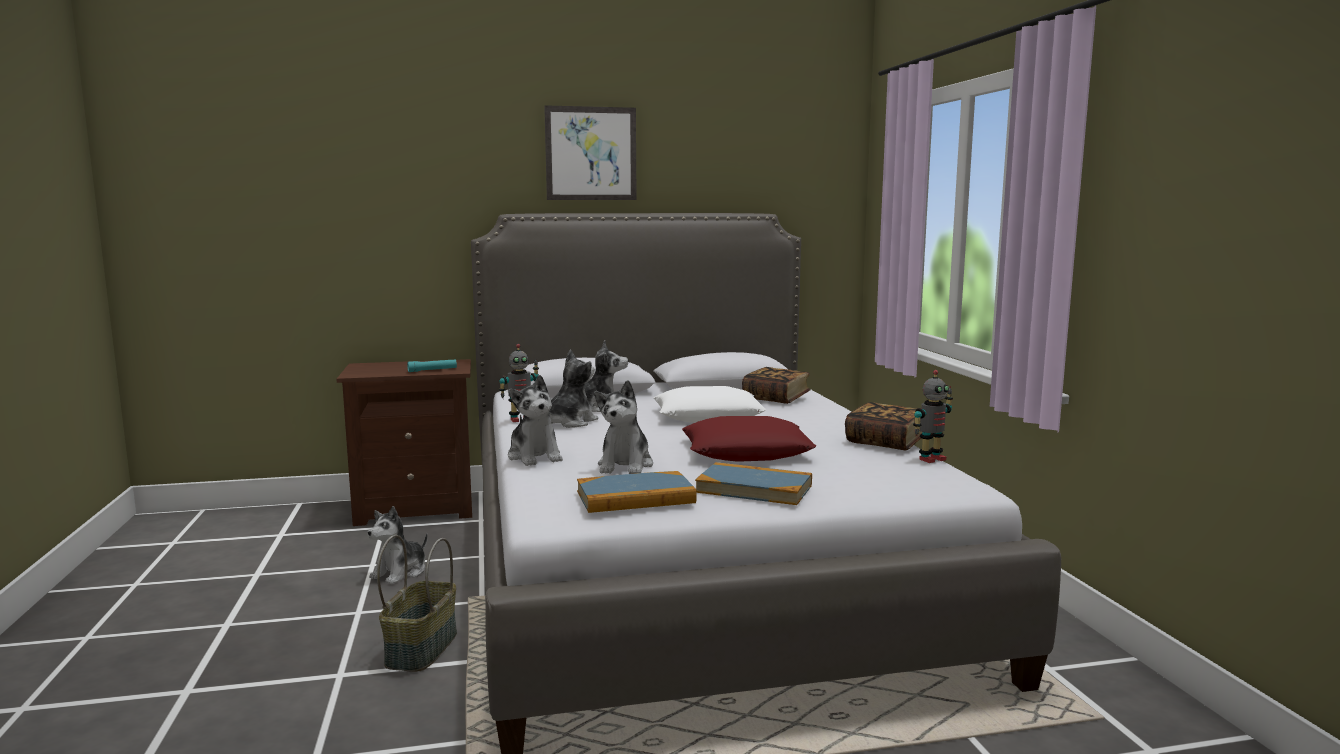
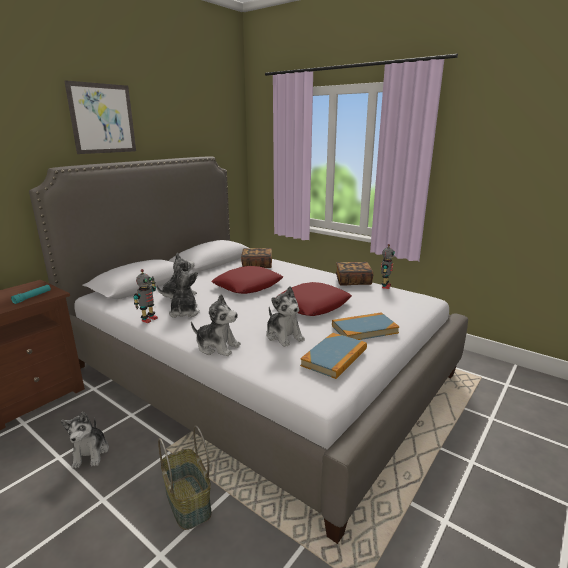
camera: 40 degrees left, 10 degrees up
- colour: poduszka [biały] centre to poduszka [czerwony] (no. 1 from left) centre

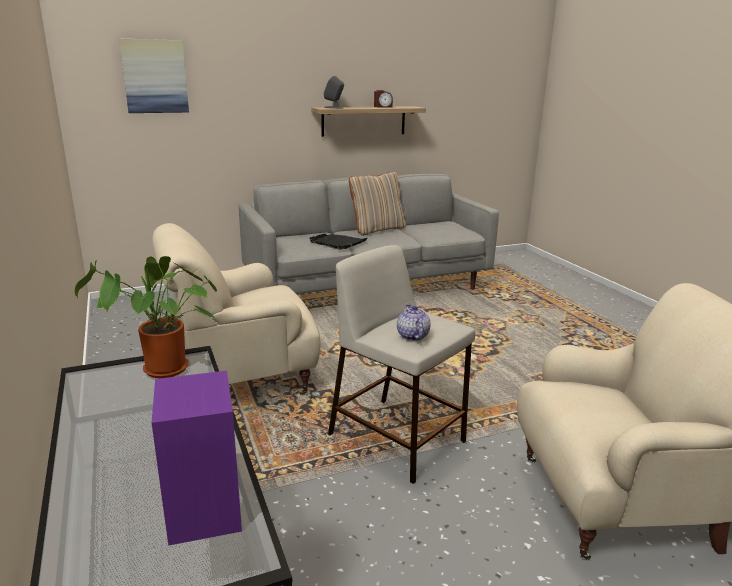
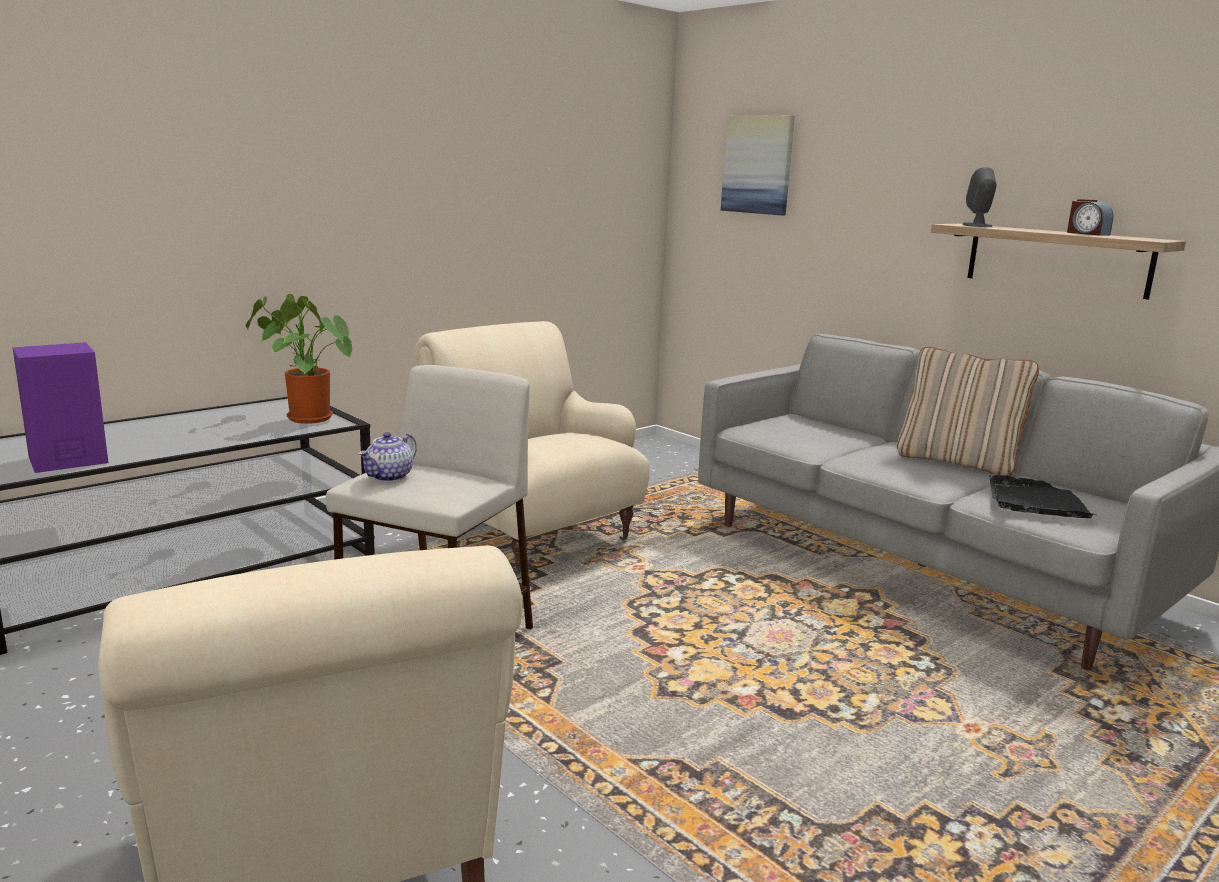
camera: 70 degrees right, 5 degrees down
- relocated: taca [czarny] centre to middle right
- spun: imbryk centre = middle left 150 degrees clockwise

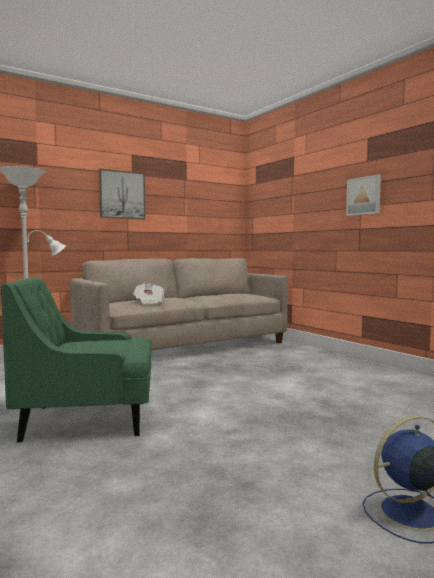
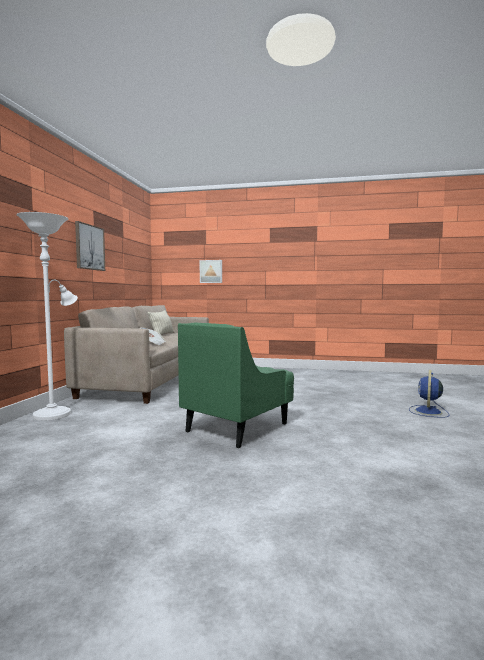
camera: 45 degrees left, 0 degrees up
- relocated: obraz (no. 2 from left) middle right to centre
- appeared: poduszka middle left

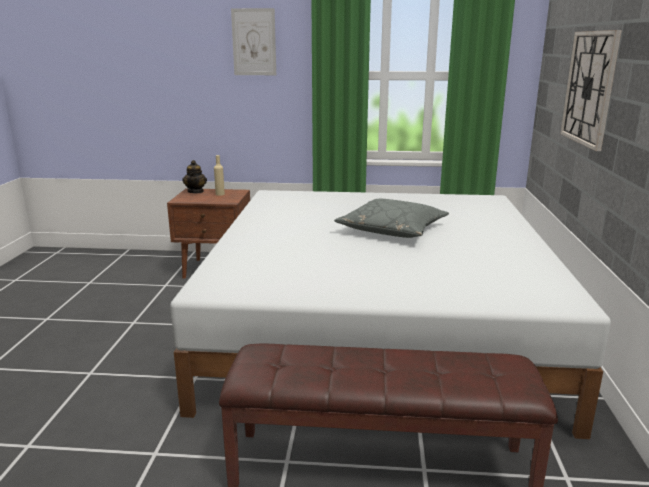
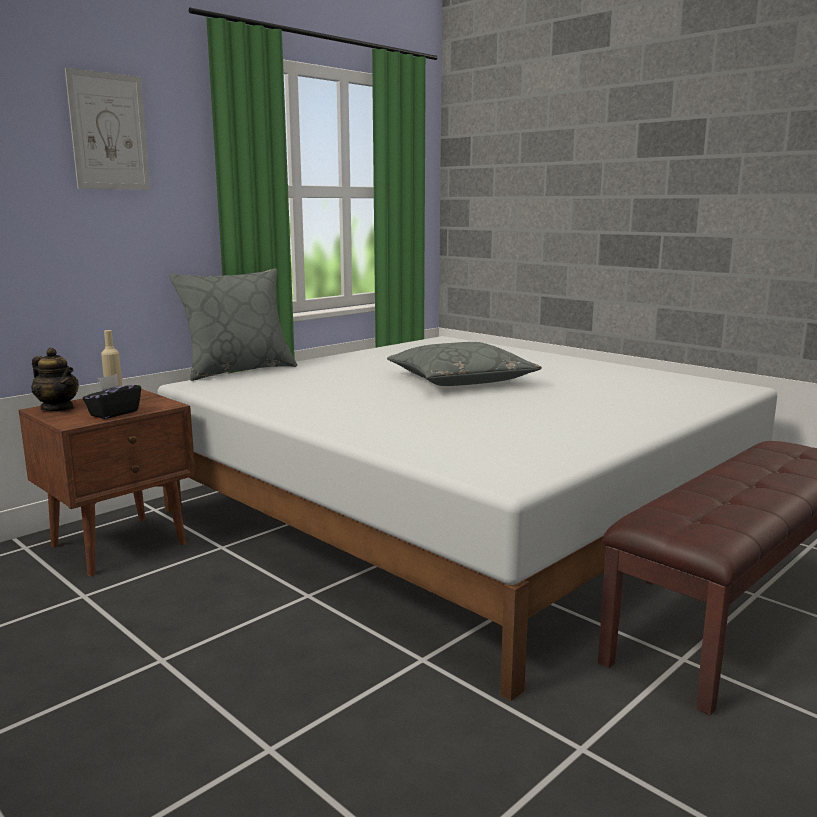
camera: 50 degrees left, 5 degrees down
- missing: zegar ścienny top right
- appeared: pudełko chusteczek [czarny] middle left
- appeared: poduszka [szary] (no. 1 from left) middle left

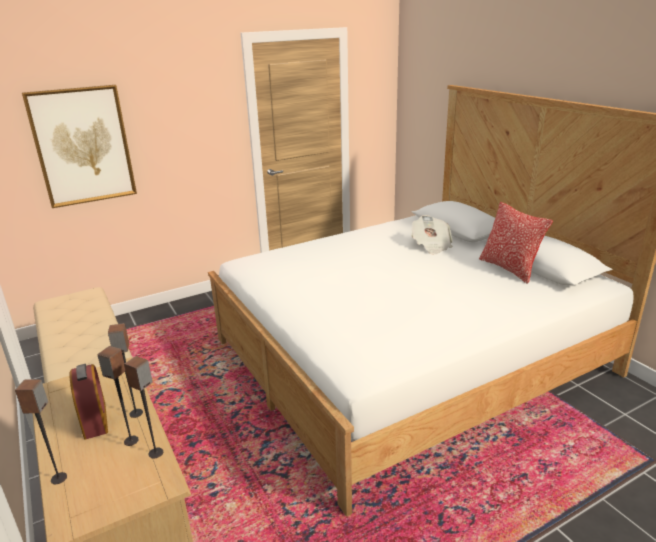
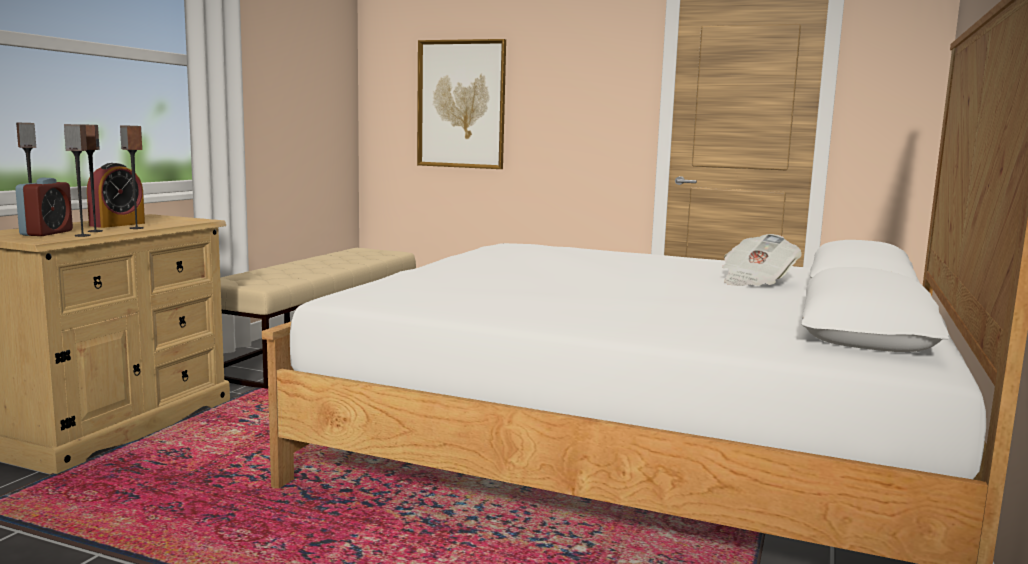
camera: 50 degrees right, 15 degrees down
- missing: poduszka middle right
- appeared: budzik (no. 1 from left) middle left

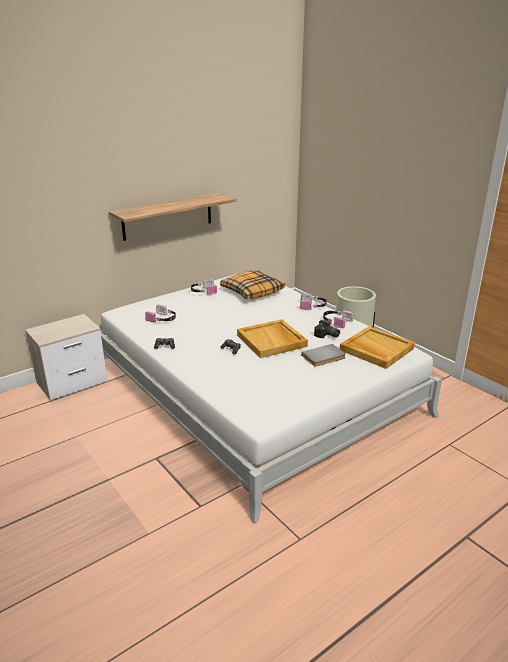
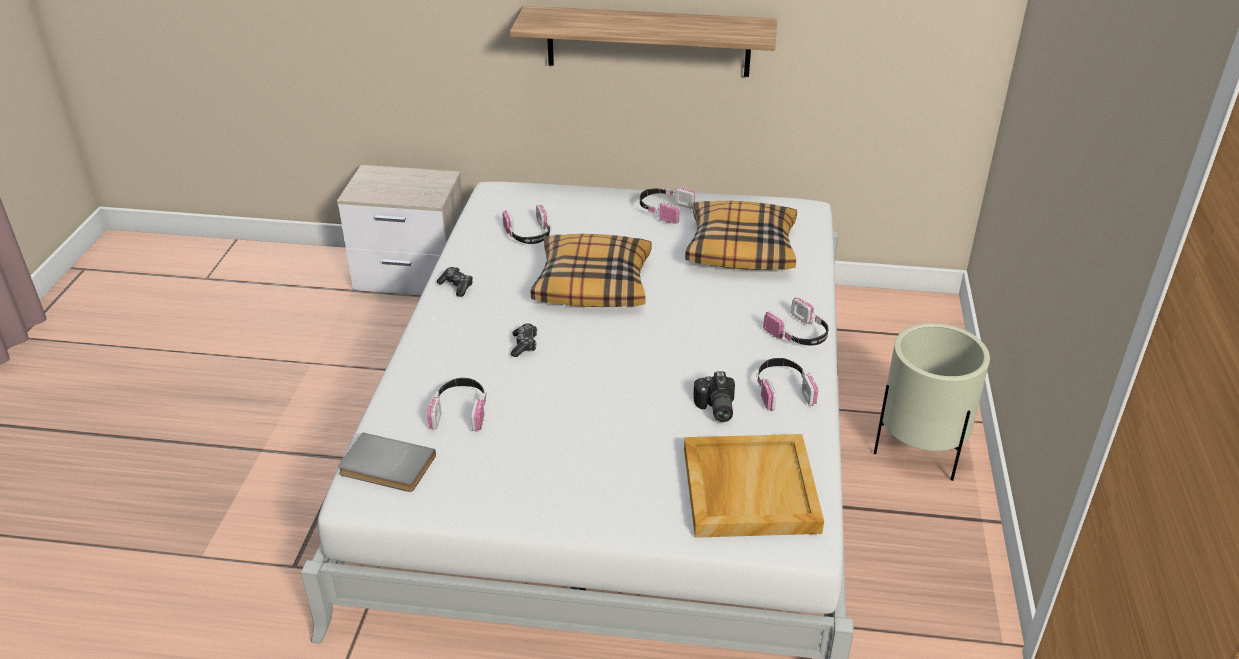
camera: 45 degrees right, 10 degrees up
- missing: taca [beżowy] (no. 1 from left) centre
- relocated: książka [szary] centre to bottom left
- appeared: słuchawki (no. 1 from left) centre
- appeared: poduszka (no. 1 from left) centre

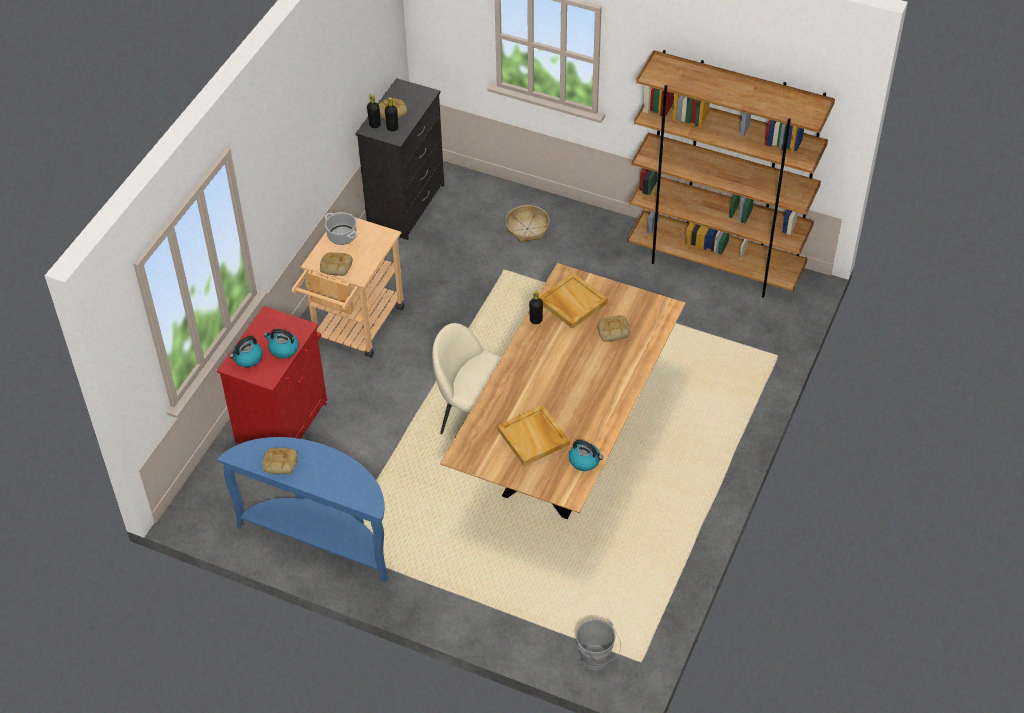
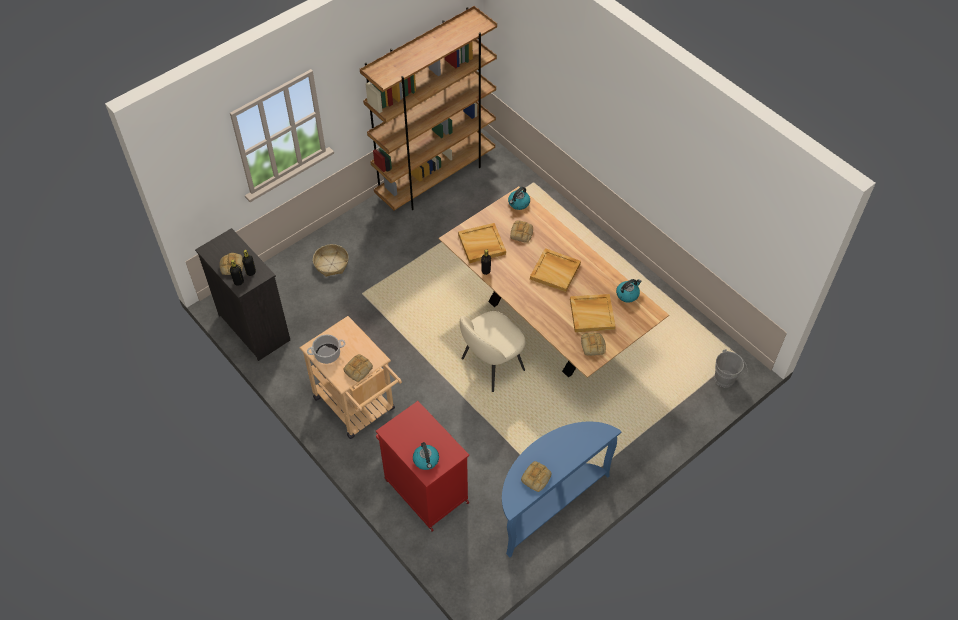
camera: 65 degrees left, 5 degrees up
- relocated: czajnik (no. 2 from left) middle left to top centre
- appeared: taca [beżowy] (no. 2 from left) centre
- appeared: chleb (no. 5 from left) centre

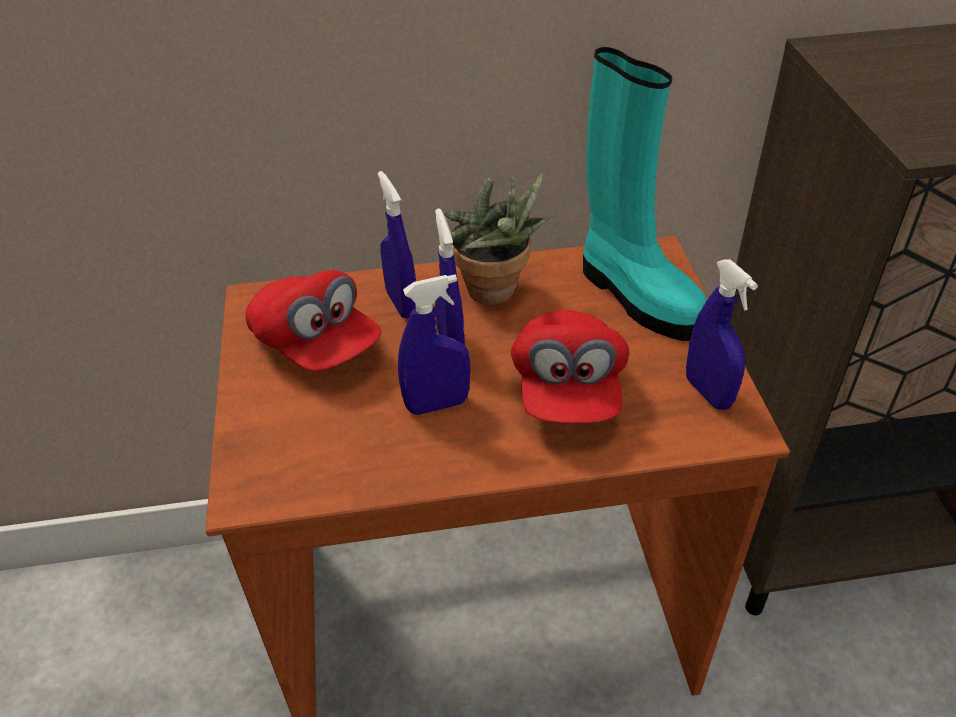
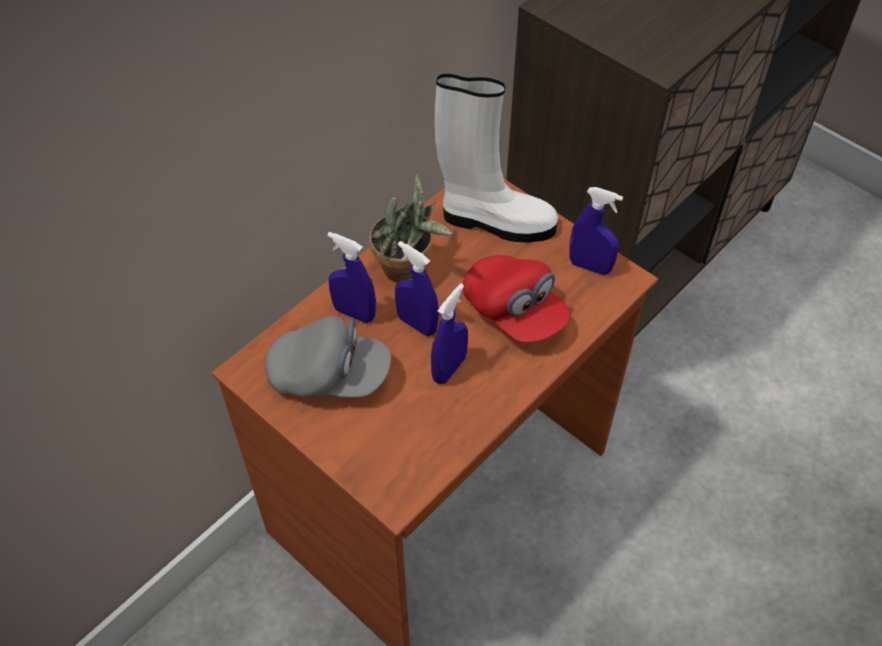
camera: 40 degrees left, 10 degrees up
- colour: czapka z daszkiem [czerwony] (no. 1 from left) middle left to czapka z daszkiem [szary] centre
- colour: but z cholewką [turkusowy] top right to but z cholewką [biały] top centre

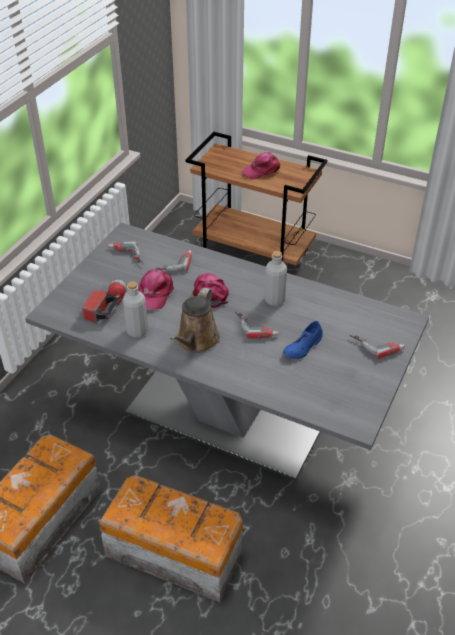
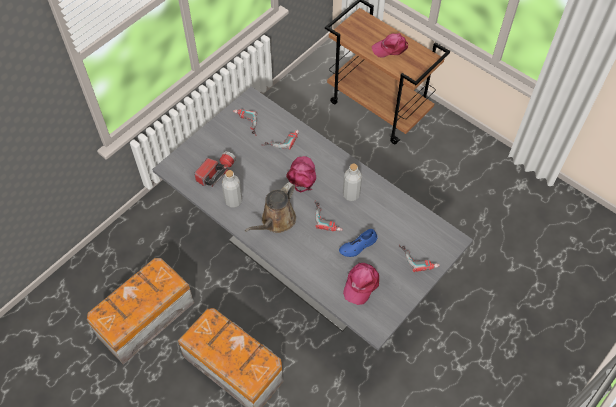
camera: 15 degrees right, 15 degrees up
- relocated: czapka z daszkiem [różowy] (no. 1 from left in the first image) centre to czapka z daszkiem [różowy] (no. 2 from left) bottom centre

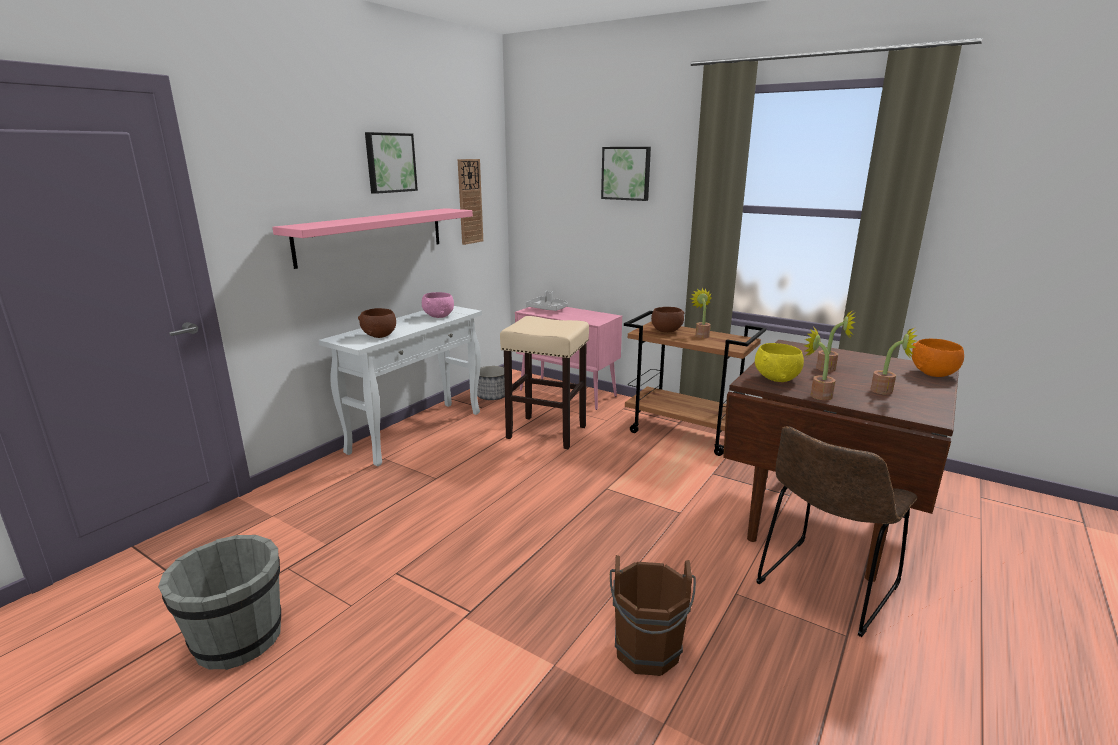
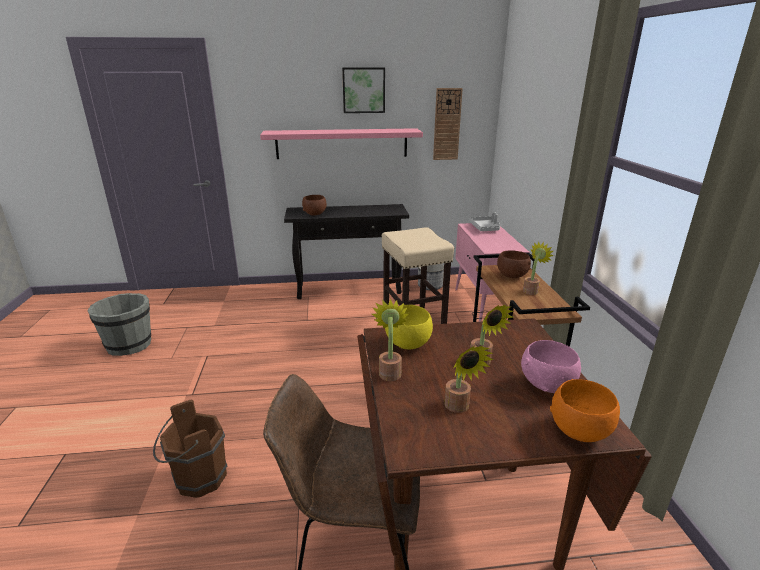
camera: 50 degrees right, 5 degrees up
- colour: stolik konsolowy [biały] centre to stolik konsolowy [czarny] centre
- relocated: miska [różowy] centre to middle right
- missing: obraz (no. 2 from left) top centre

